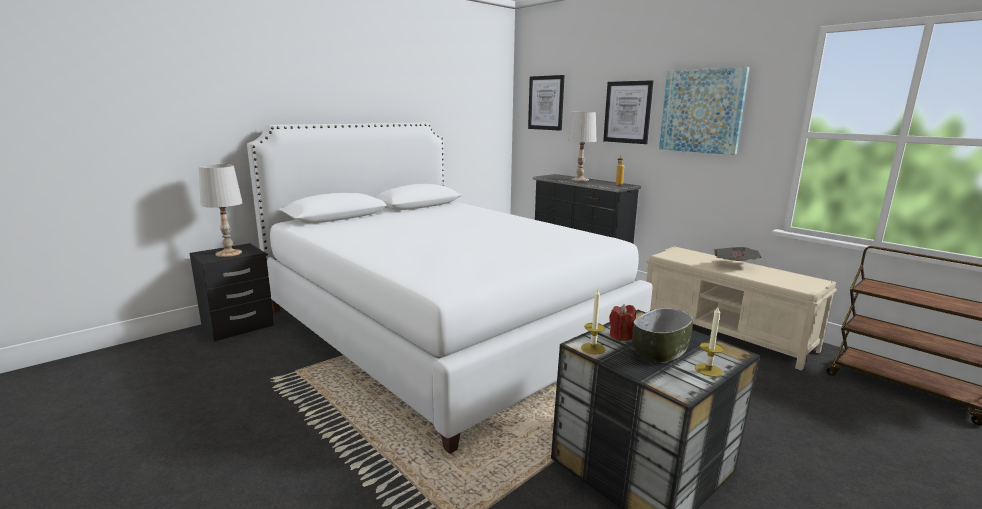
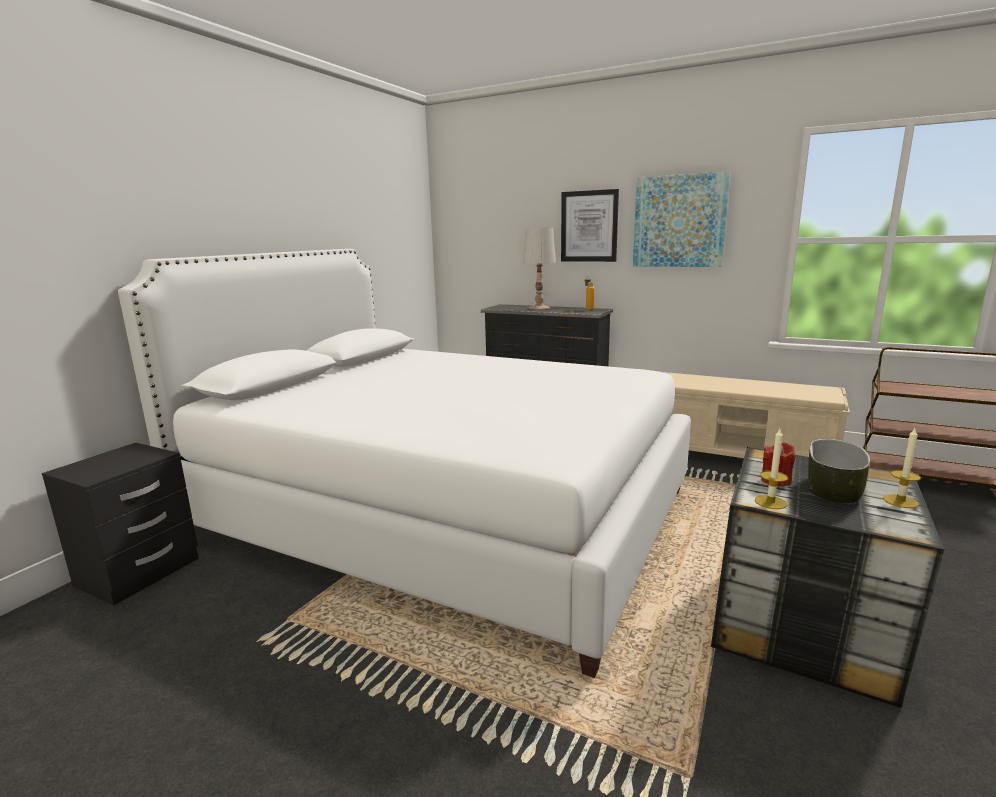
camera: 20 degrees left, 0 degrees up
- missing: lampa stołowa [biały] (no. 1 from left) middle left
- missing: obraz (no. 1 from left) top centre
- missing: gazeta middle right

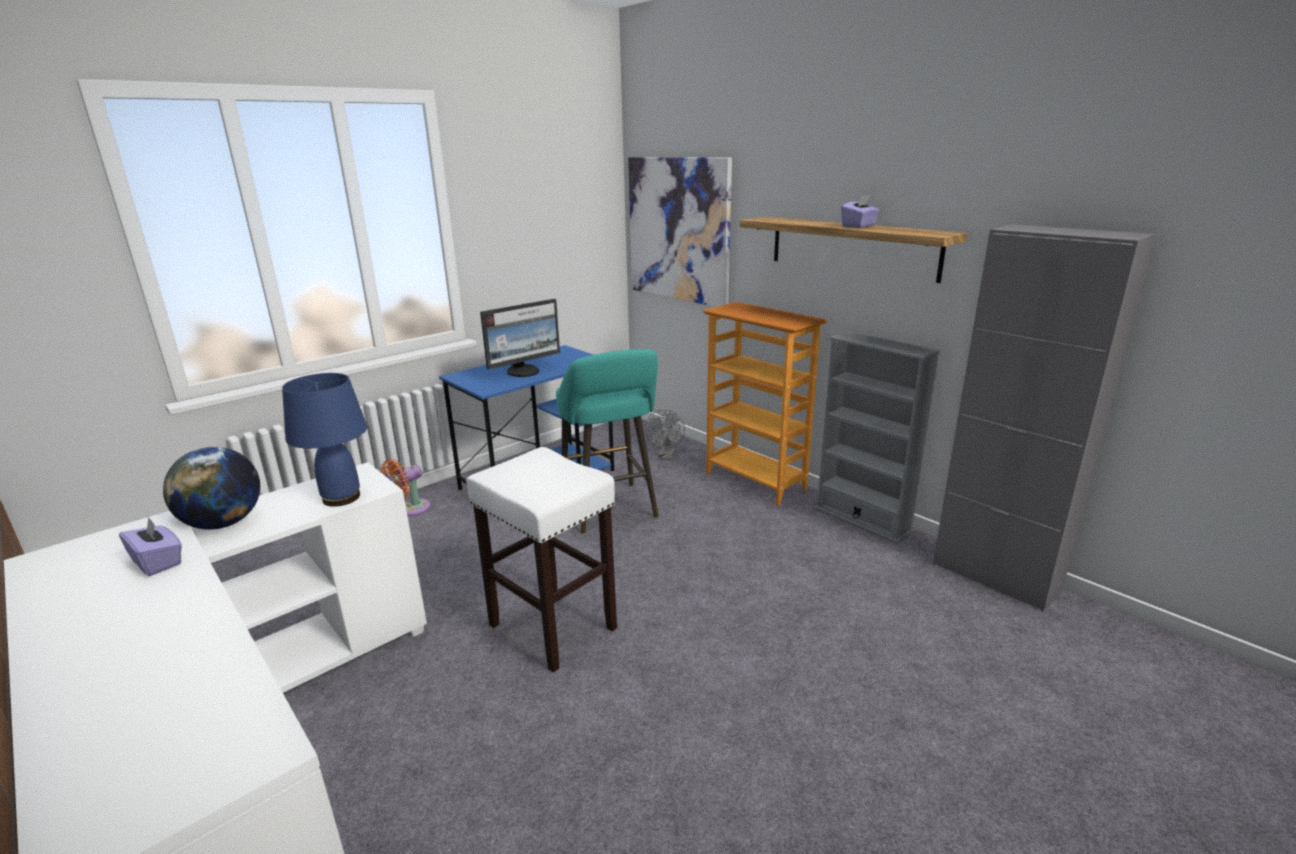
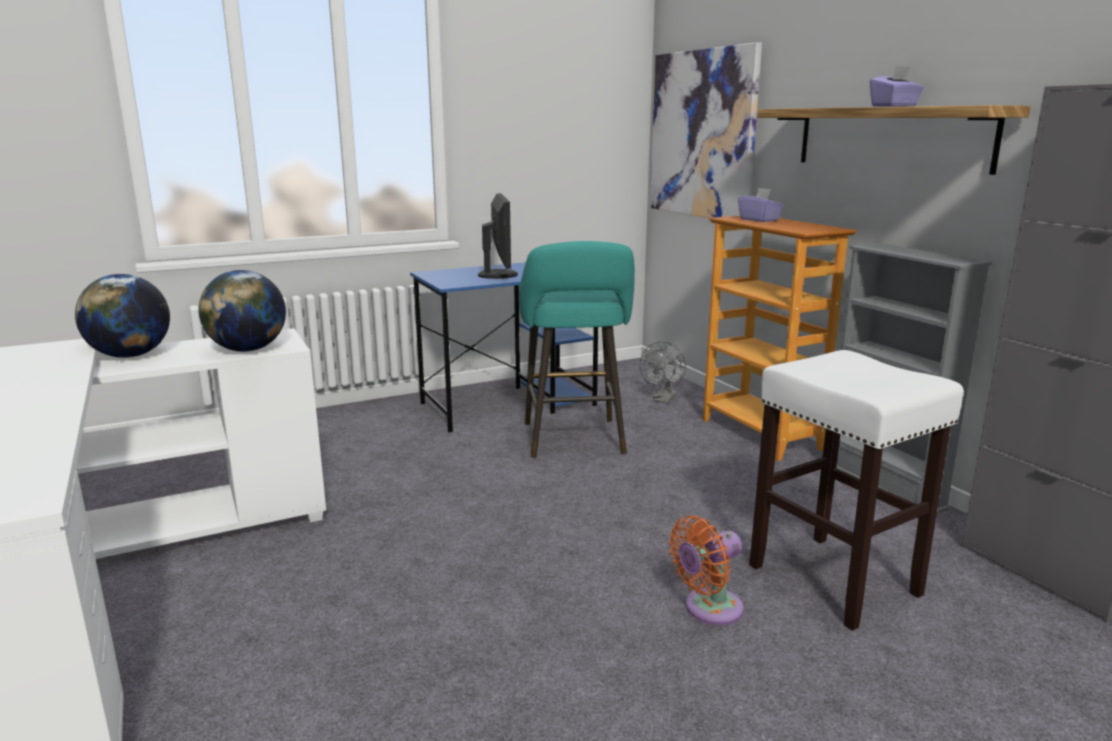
camera: 15 degrees right, 5 degrees down
- relocated: pudełko chusteczek [fioletowy] (no. 1 from left) middle left to top right
- exchanged: lampa stołowa [niebieski] middle left to globus (no. 2 from left) middle left
- relocated: wentylator [pomarańczowy] middle left to bottom centre
- relocated: stołek [biały] centre to middle right
- spun: monitor centre = top centre 75 degrees counterclockwise

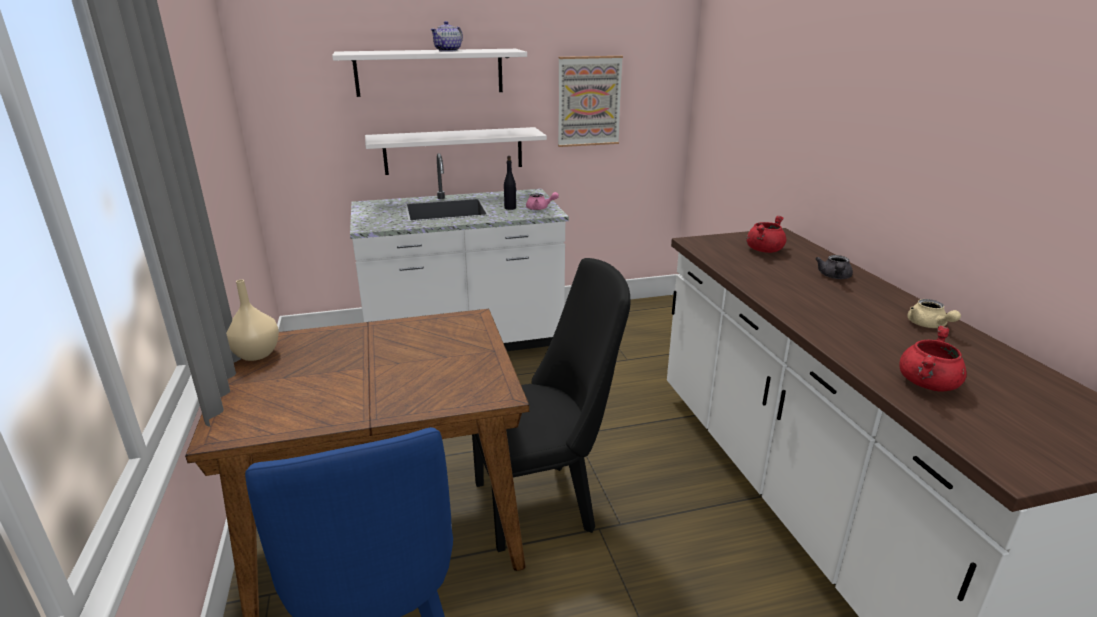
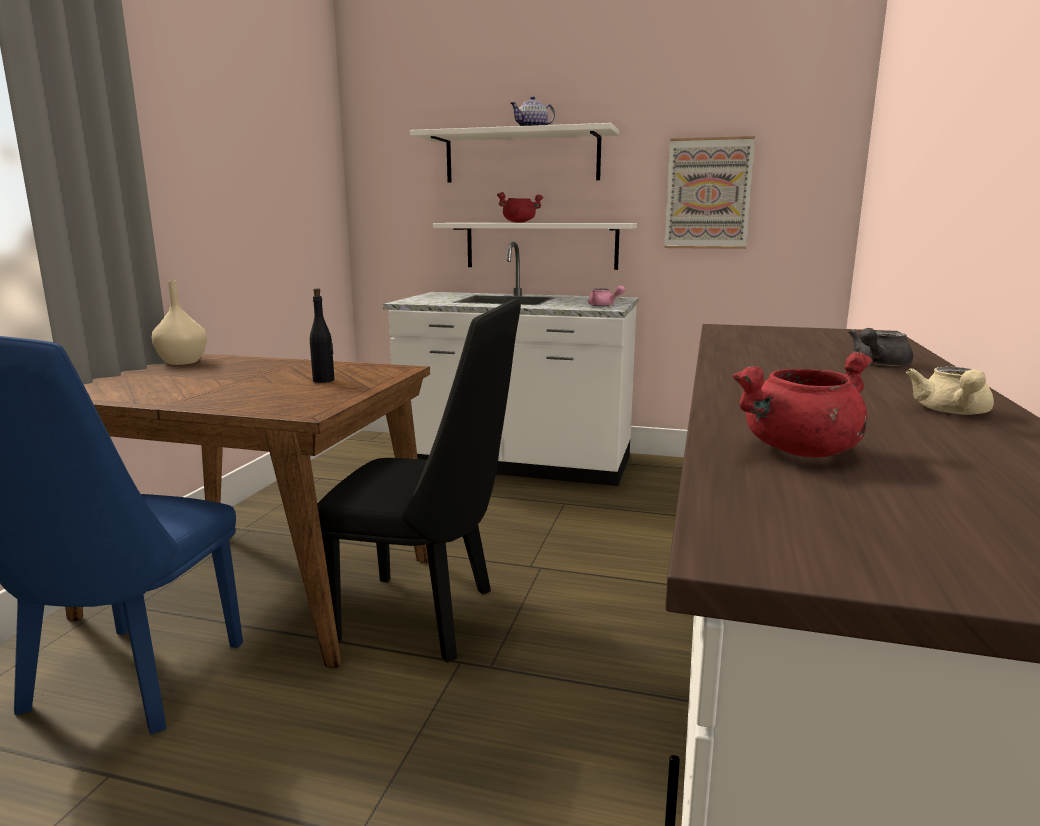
camera: 30 degrees right, 10 degrees down
- relocated: butelka [czarny] top centre to middle left
- relocated: garnek [czerwony] (no. 1 from left) middle right to top centre

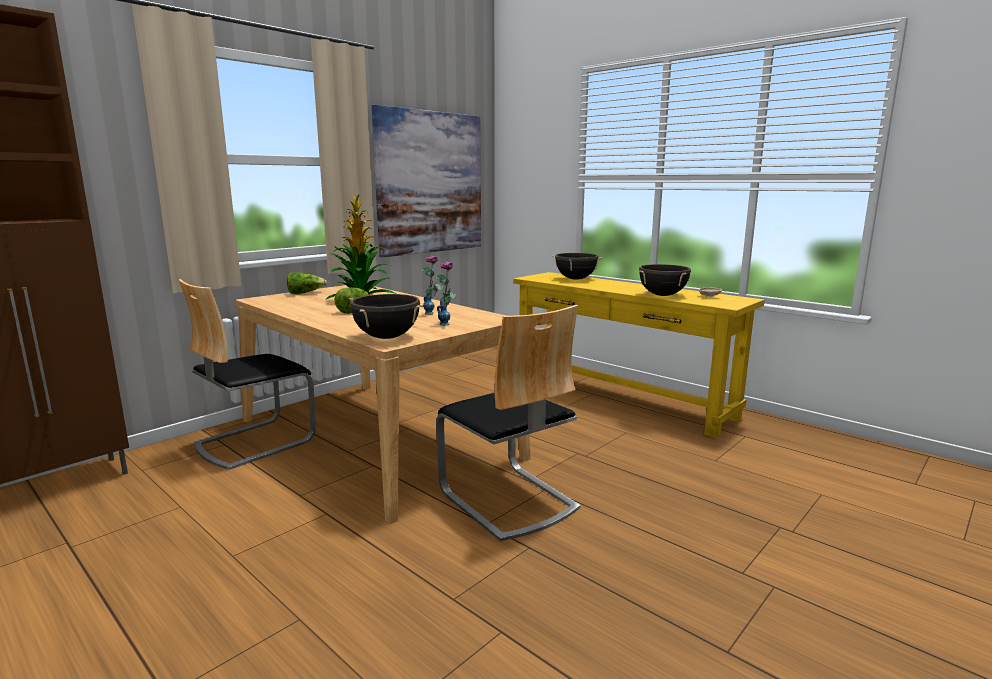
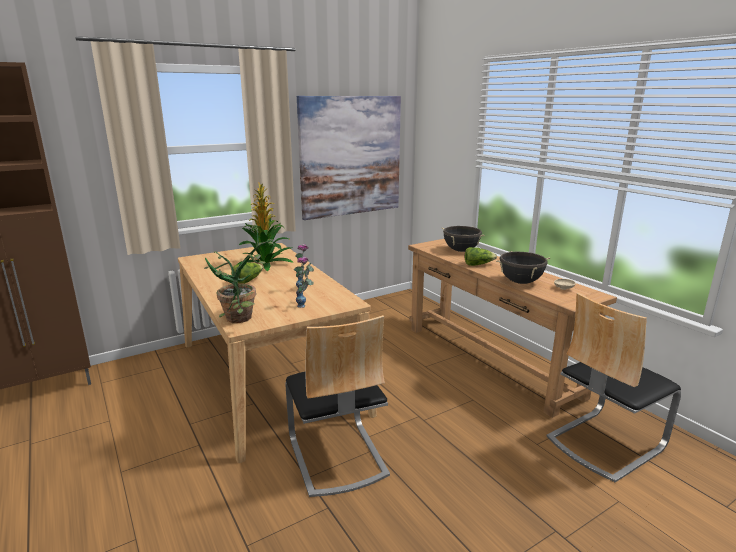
camera: 15 degrees right, 5 degrees up
- relocated: krzesło (no. 1 from left in the first image) middle left to krzesło (no. 2 from left) bottom right
- relocated: sałata (no. 1 from left in the first image) middle left to sałata (no. 2 from left) centre
- exchanged: garnek [czarny] (no. 1 from left) centre to roślina doniczkowa (no. 1 from left) middle left
- colour: stolik konsolowy [żółty] centre to stolik konsolowy [brązowy] middle right

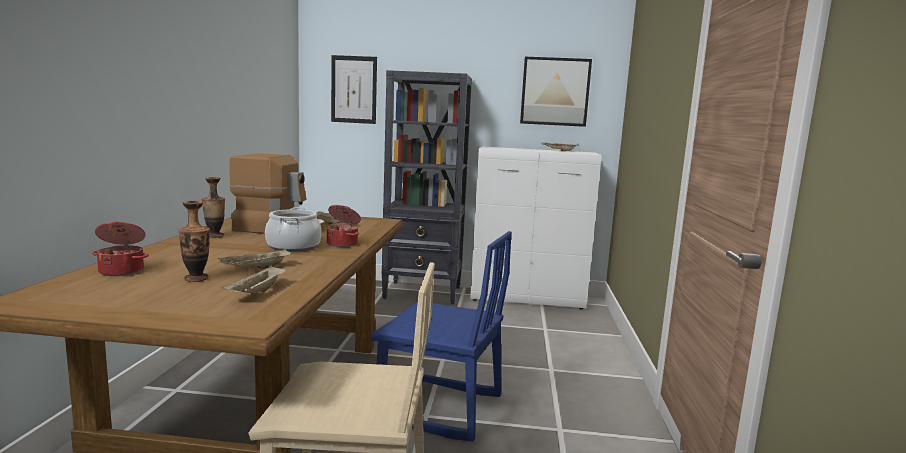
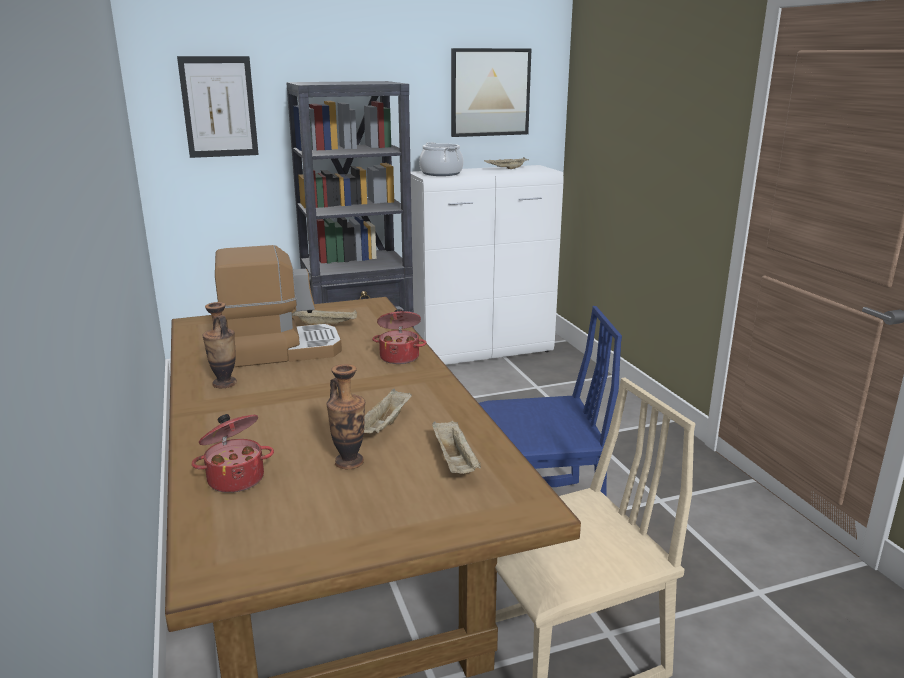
camera: 25 degrees left, 10 degrees up
- relocated: garnek (no. 2 from left in the first image) middle left to garnek (no. 3 from left) top centre

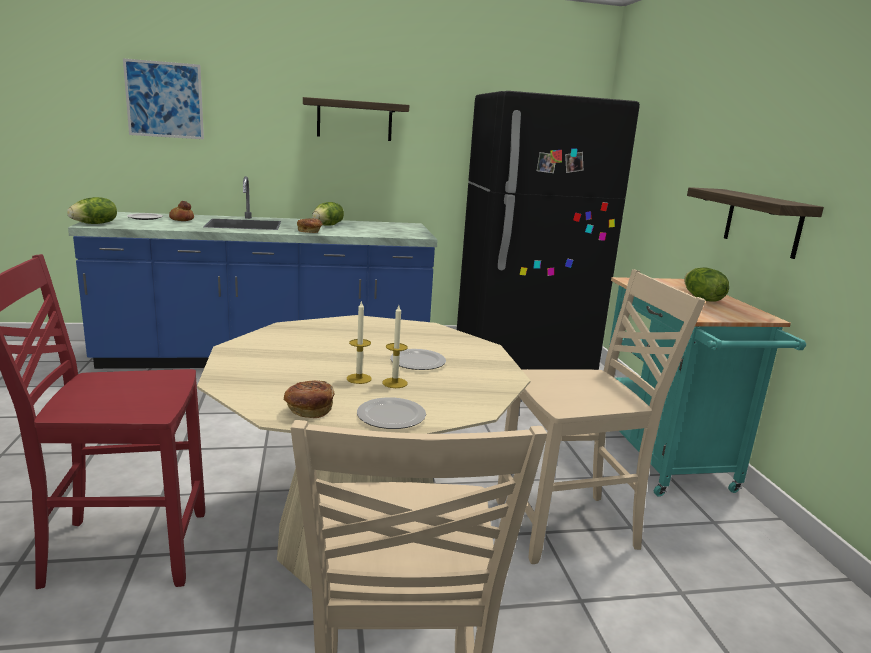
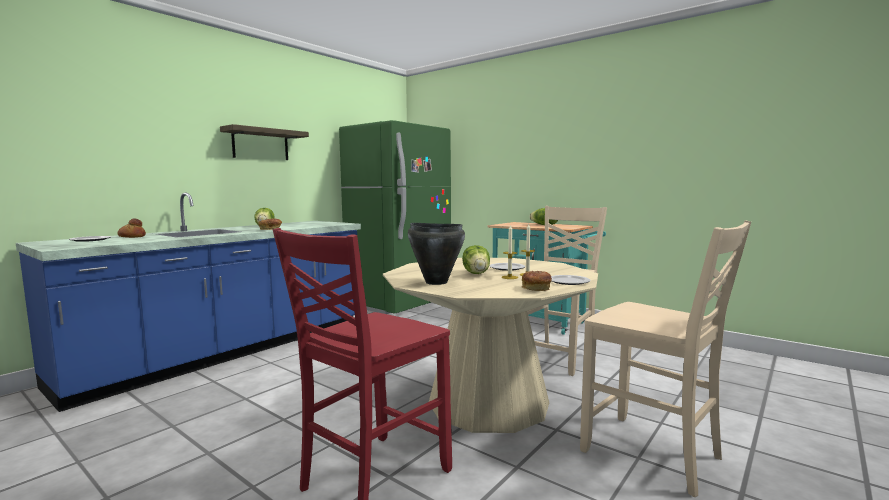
camera: 40 degrees left, 10 degrees down
- relocated: sałata (no. 1 from left in the first image) top left to sałata (no. 2 from left) centre
- missing: obraz top left
- colour: lodówka [czarny] centre to lodówka [zielony] centre
- missing: półka (no. 2 from left) middle right
- appeared: garnek [czarny] centre

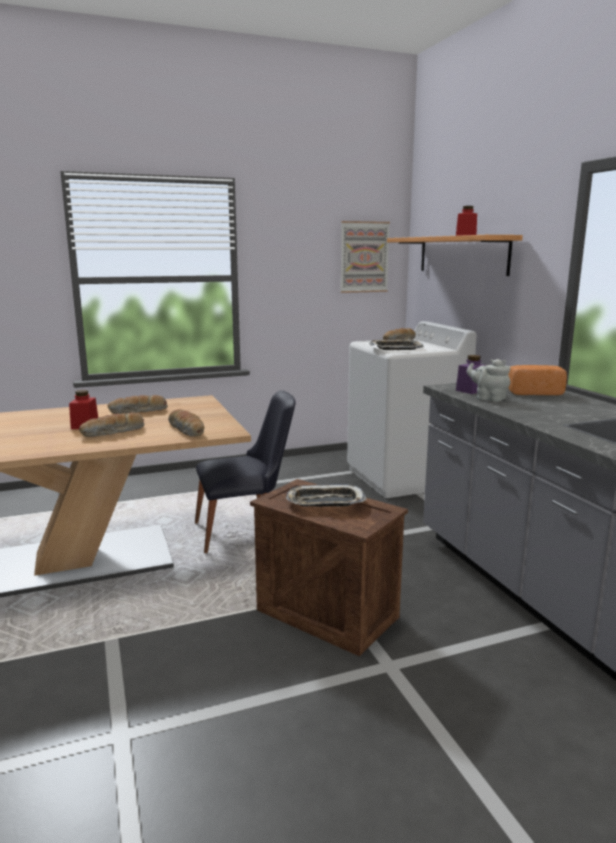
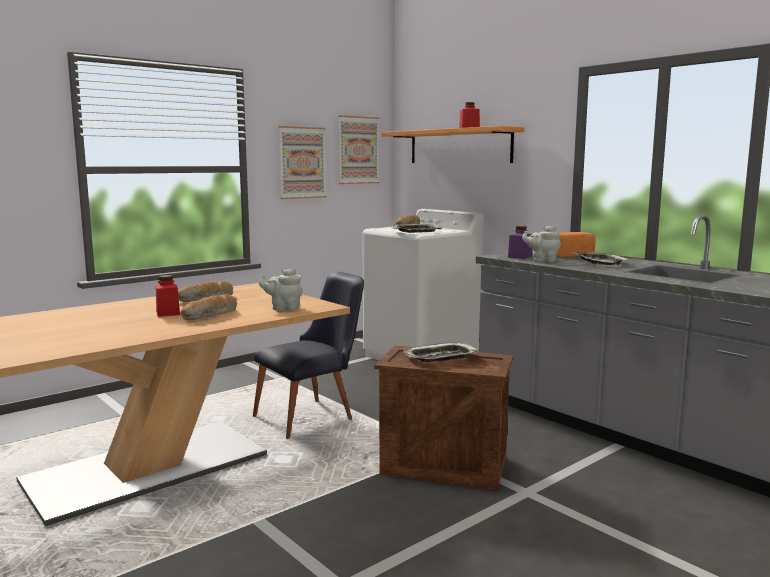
camera: 20 degrees left, 5 degrees down
- exchanged: chleb (no. 3 from left) middle left to imbryk [szary] (no. 1 from left) centre
- appeared: obraz (no. 1 from left) top centre
- appeared: taca (no. 3 from left) middle right

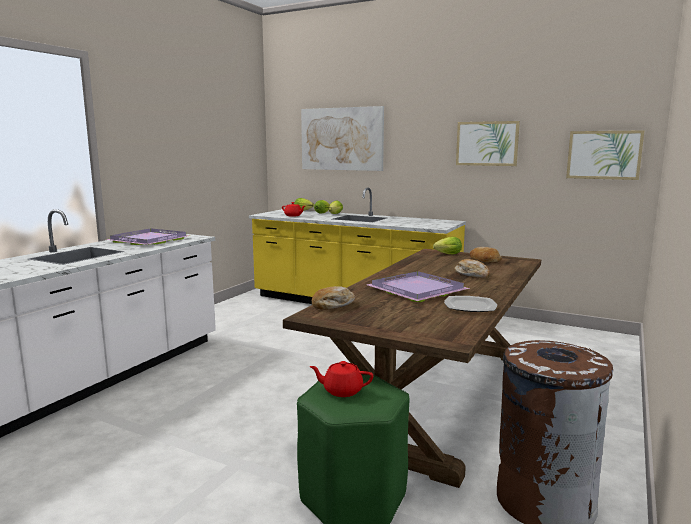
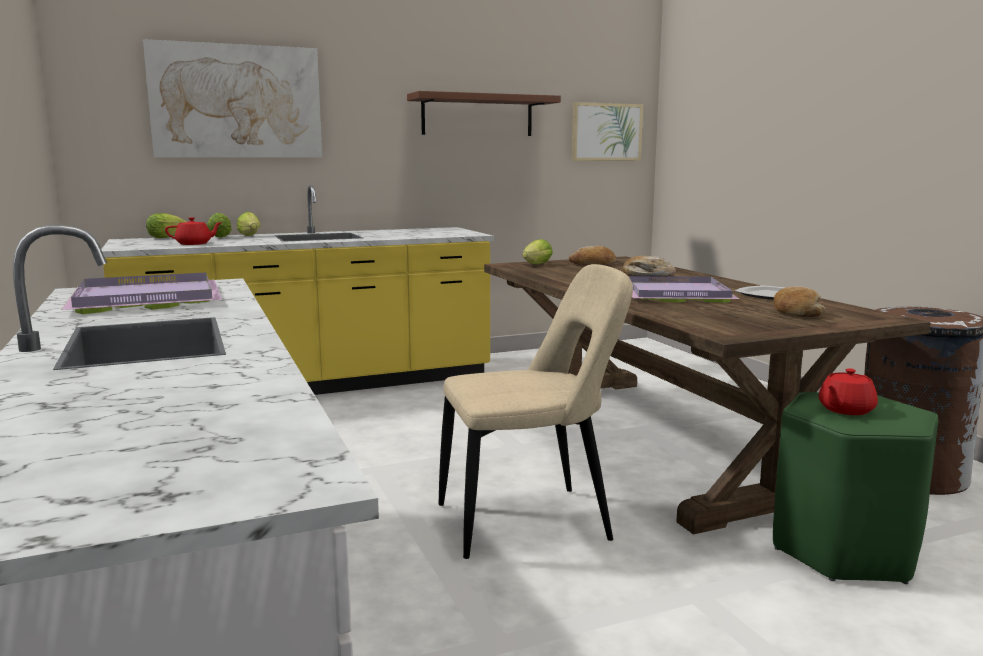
camera: 50 degrees left, 0 degrees up
- relocated: chleb (no. 1 from left in the first image) centre to chleb (no. 3 from left) middle right
- exchanged: obraz (no. 2 from left) top right to półka [brązowy] top centre
- appeared: krzesło [beżowy] centre

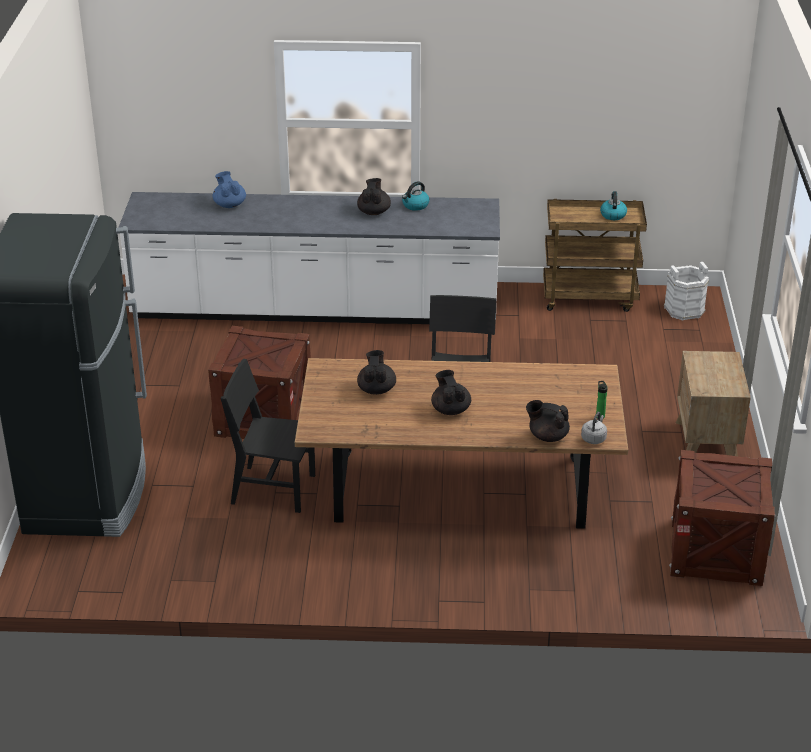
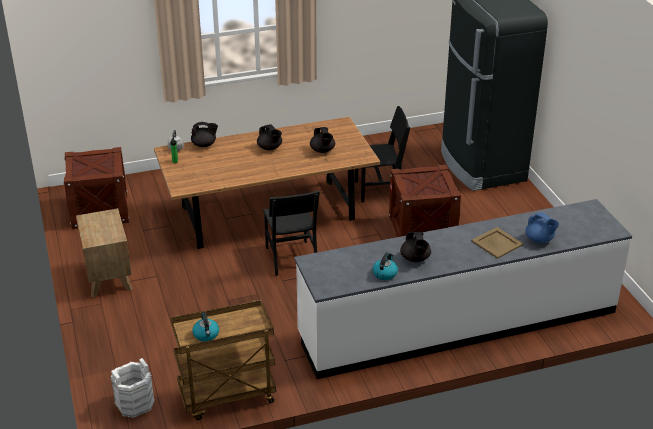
camera: 160 degrees right, 0 degrees up
- appeared: taca [beżowy] middle right

